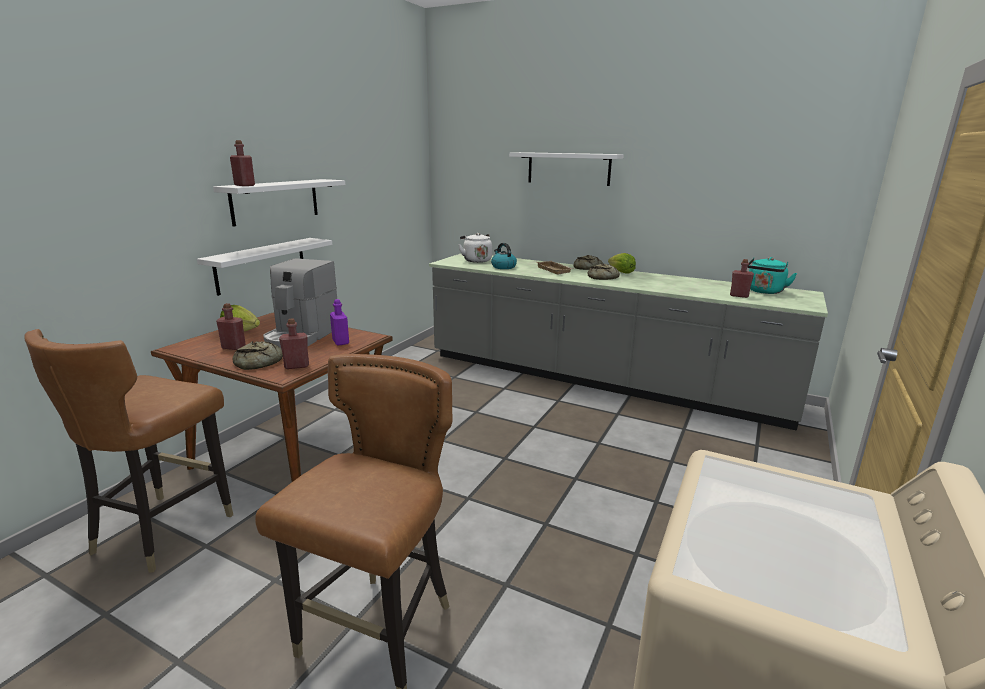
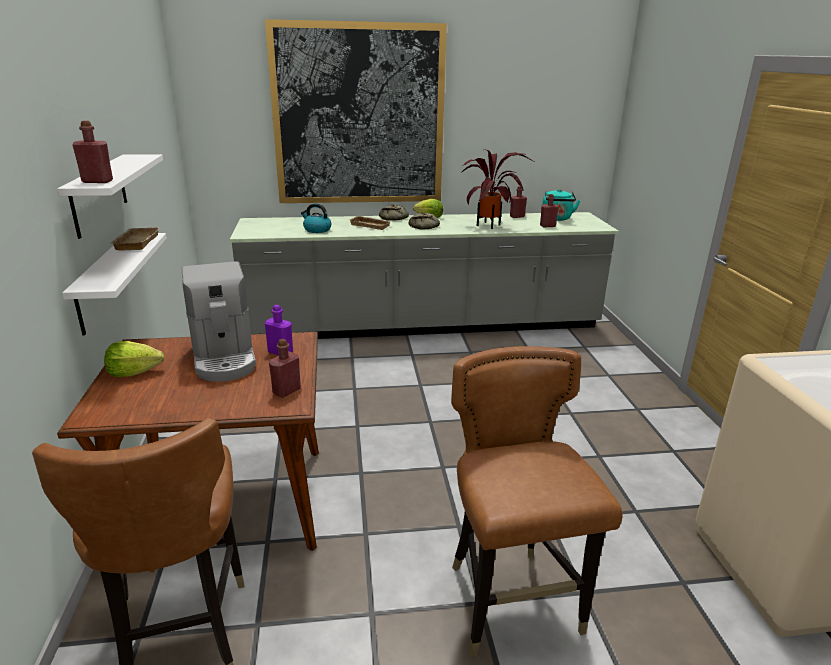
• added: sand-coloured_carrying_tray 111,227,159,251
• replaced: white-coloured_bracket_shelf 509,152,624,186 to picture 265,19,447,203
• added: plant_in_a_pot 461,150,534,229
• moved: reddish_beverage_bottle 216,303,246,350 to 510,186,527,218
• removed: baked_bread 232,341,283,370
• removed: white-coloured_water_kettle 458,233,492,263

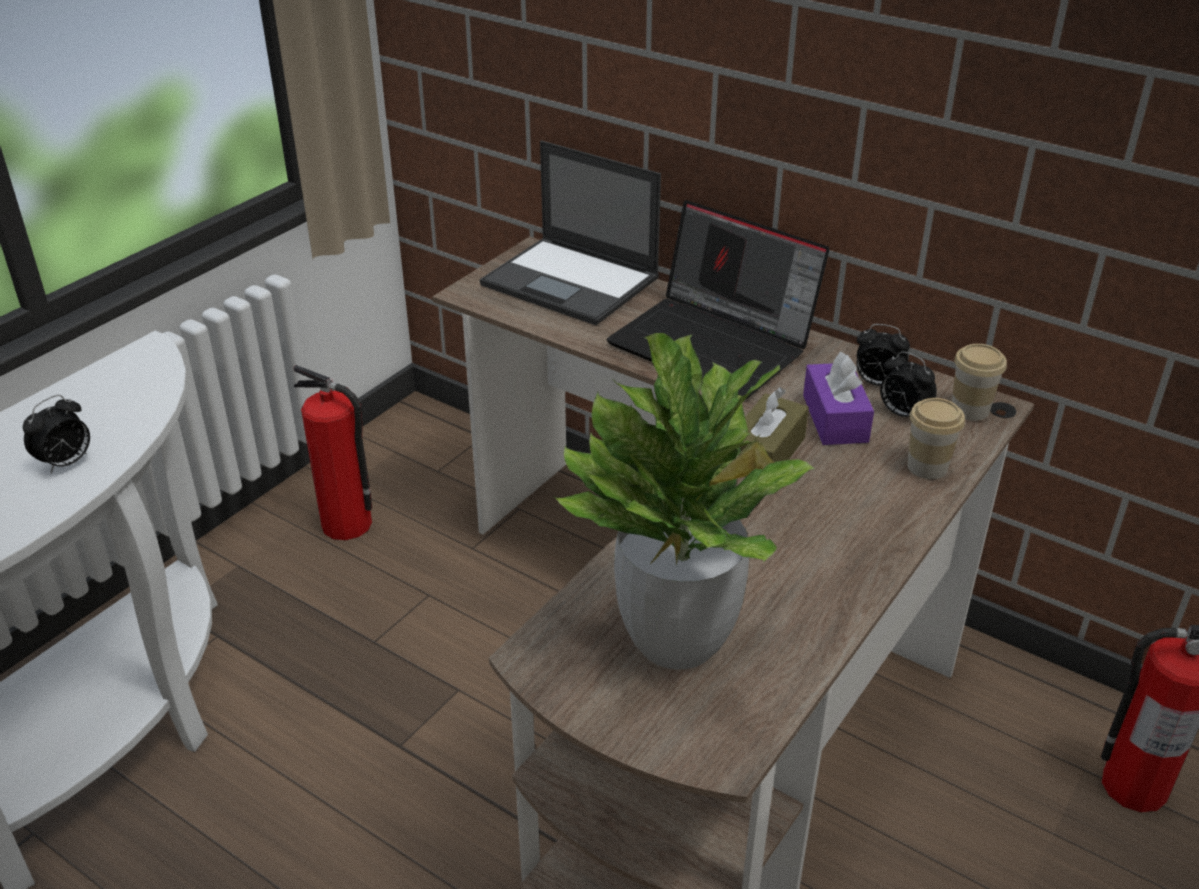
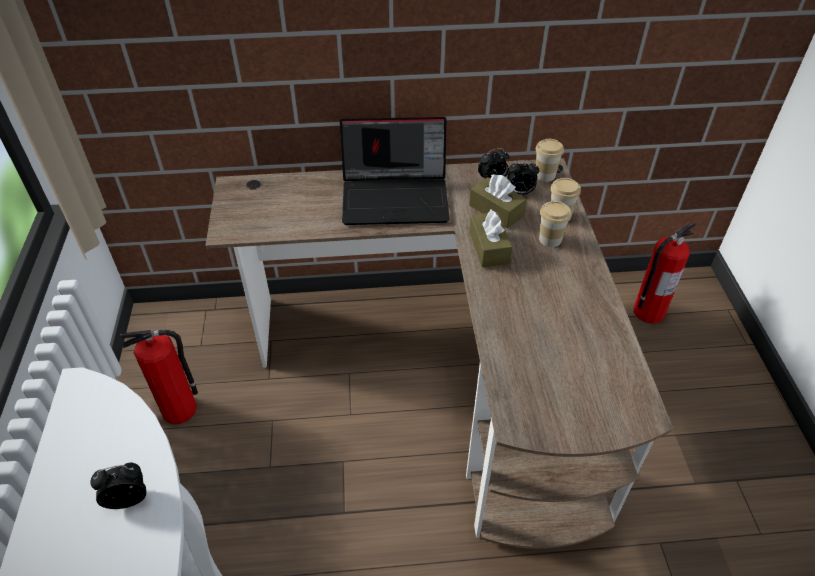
• turned: bedside_clock 23,395,90,474 = 90,463,146,509 105 degrees counterclockwise
• recoloured: purplish_tissue_box 803,352,874,445 to brownish_tissue_box 469,175,527,228
• added: cup 539,201,571,247
• removed: laptop 480,141,661,325
• removed: plant_in_a_pot 554,333,814,670

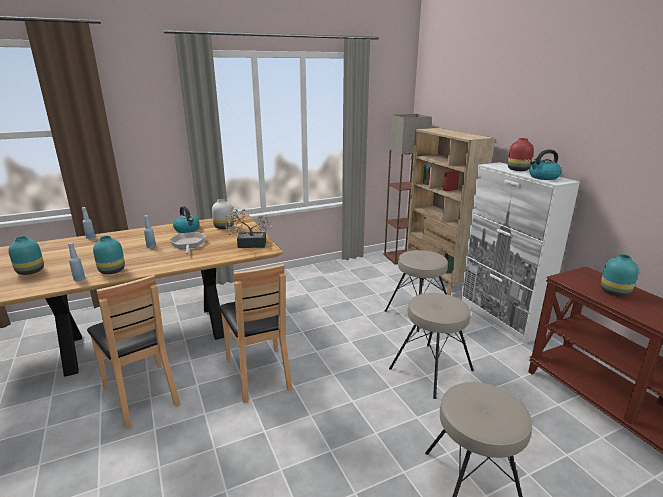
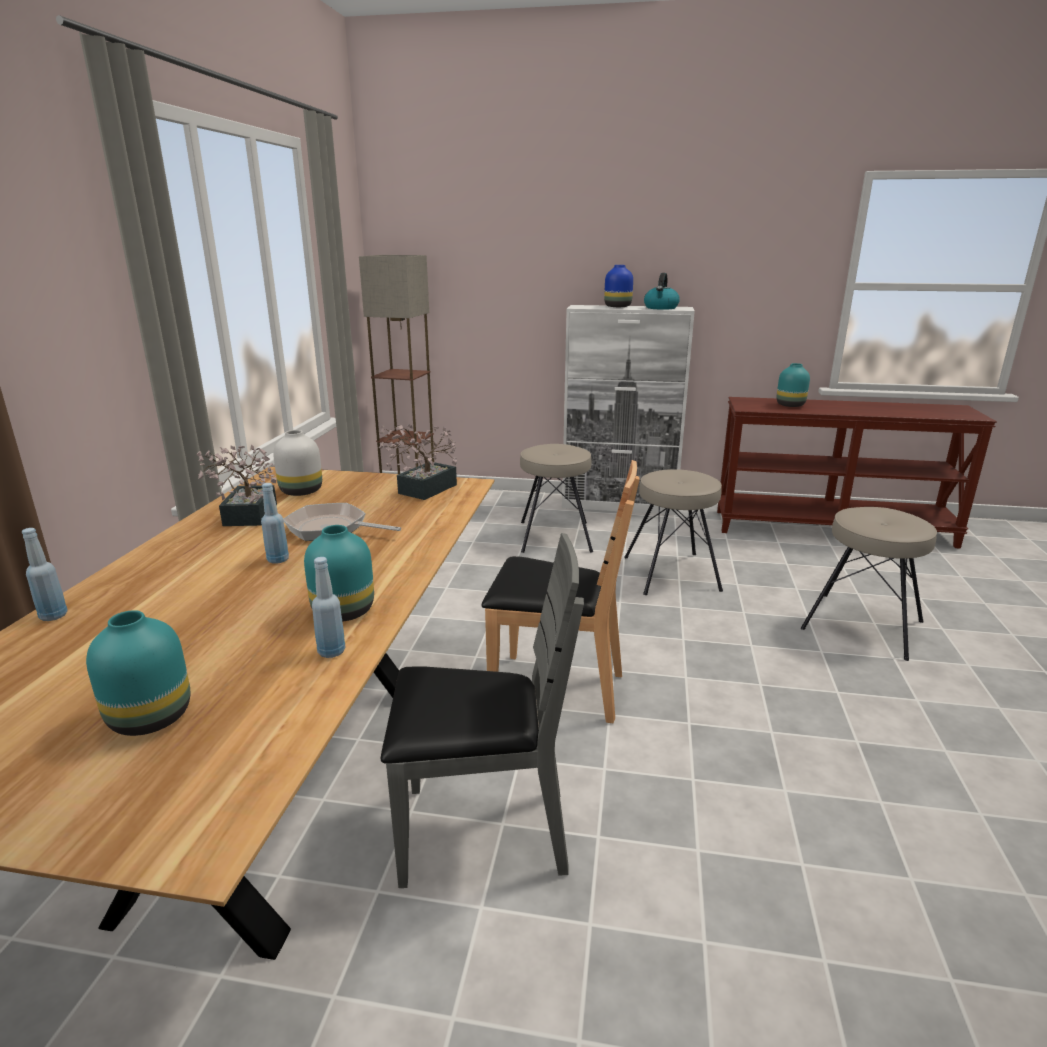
• replaced: water_kettle 173,206,200,233 to plant_in_a_pot 197,445,277,526
• recoloured: brownish_plain_chair 87,275,180,428 to greyish_plain_chair 381,533,584,888
• recoloured: reddish_vase 508,138,534,171 to blue-coloured_vase 604,265,633,307
• removed: sand-coloured_shelving_unit 407,128,495,295

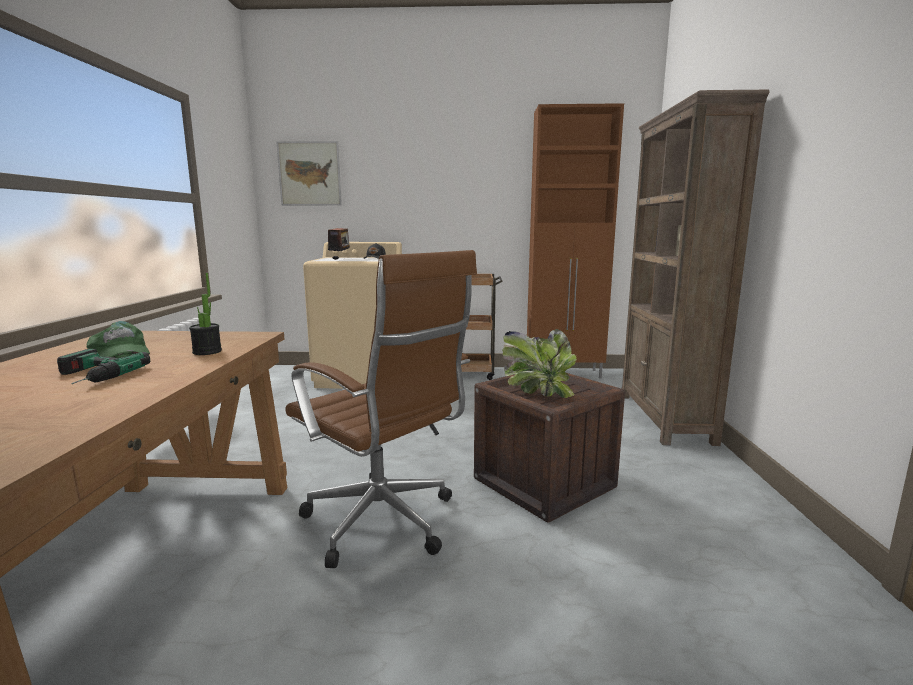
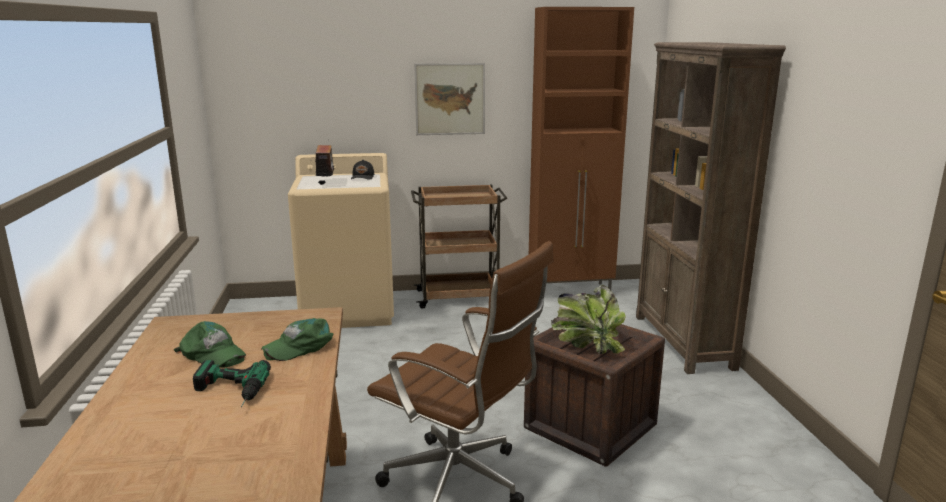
• replaced: plant_in_a_pot 189,273,222,355 to greenish_peaked_cap 261,318,333,361
• moved: picture 276,141,342,206 to 414,63,485,135

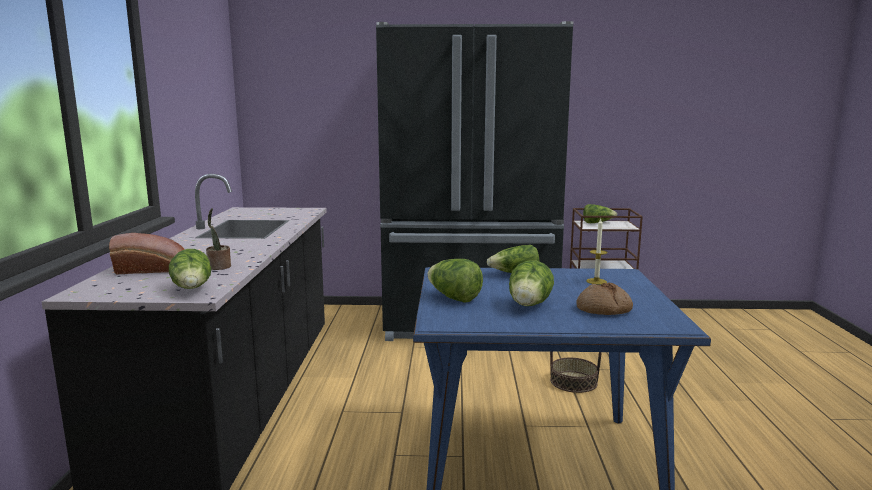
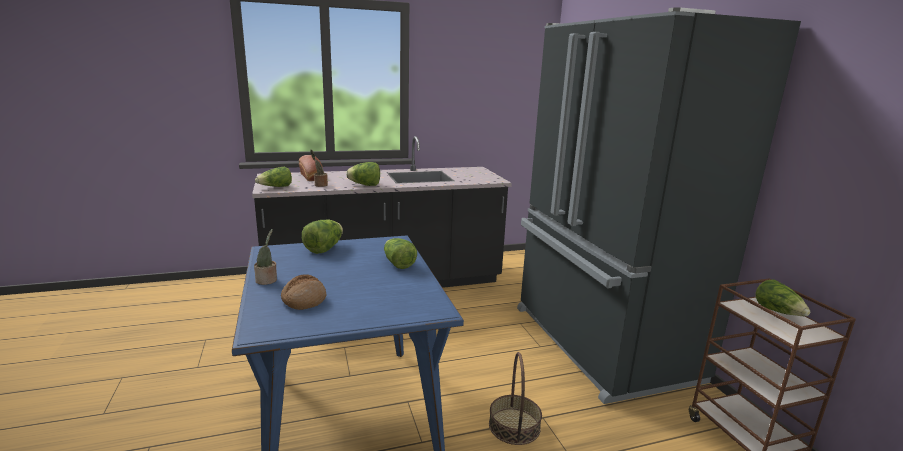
• added: plant_in_a_pot 254,229,277,285
• moved: lettuce_head 509,260,554,306 to 346,162,380,186
• removed: wax_light 587,219,607,285

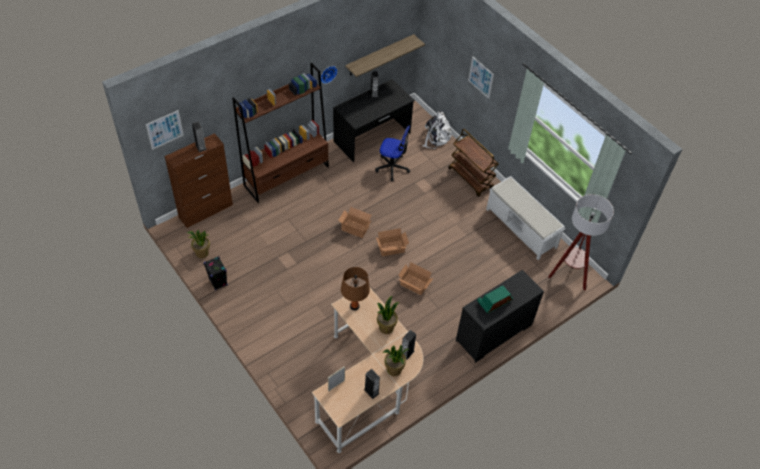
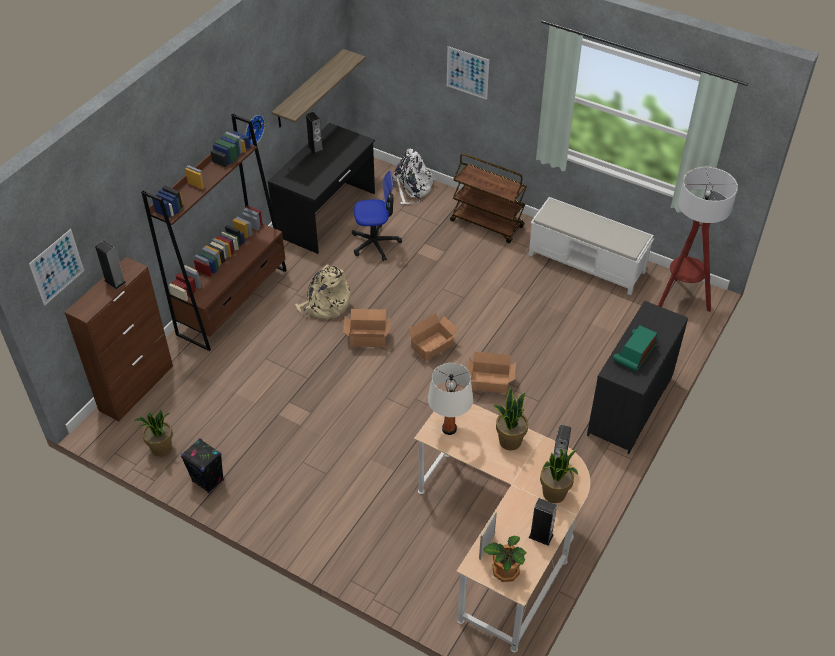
• added: sand-coloured_knapsack 295,264,350,320
• recoloured: brownish_table_lamp 341,267,370,310 to white-coloured_table_lamp 428,363,473,435
• added: plant_in_a_pot 483,536,526,582

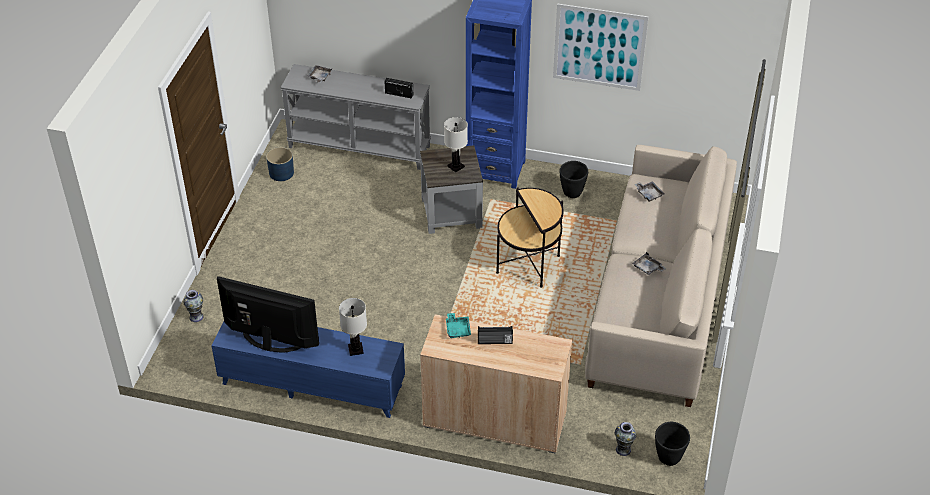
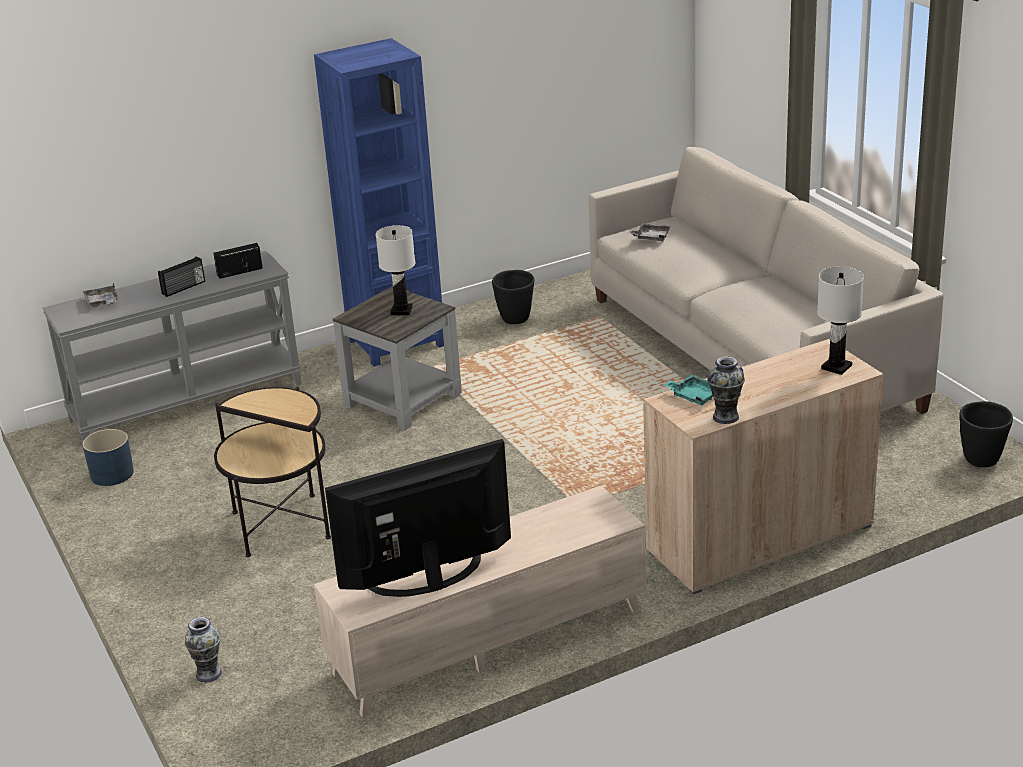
• moved: radio 478,326,513,344 to 158,256,205,297
• moved: side_table 496,187,564,288 to 214,387,331,557
• recoloured: blue-coloured_tv_unit 211,322,405,418 to sand-coloured_tv_unit 314,485,646,718
• moved: vase 615,422,636,456 to 707,357,745,424
• moved: white-coloured_table_lamp 339,298,367,356 to 817,266,864,375
• removed: picture 553,4,649,91
• removed: greyish_carrying_tray 632,252,666,275

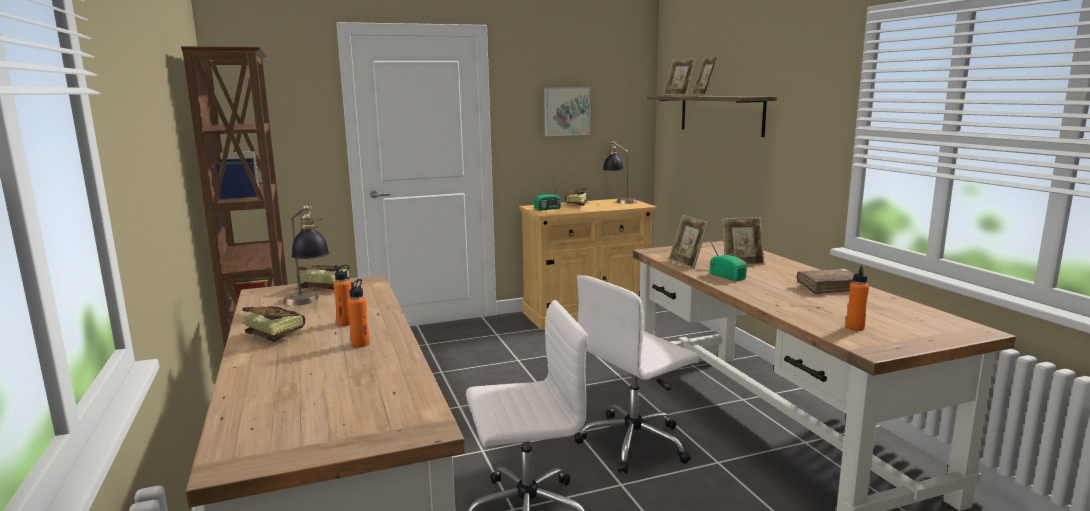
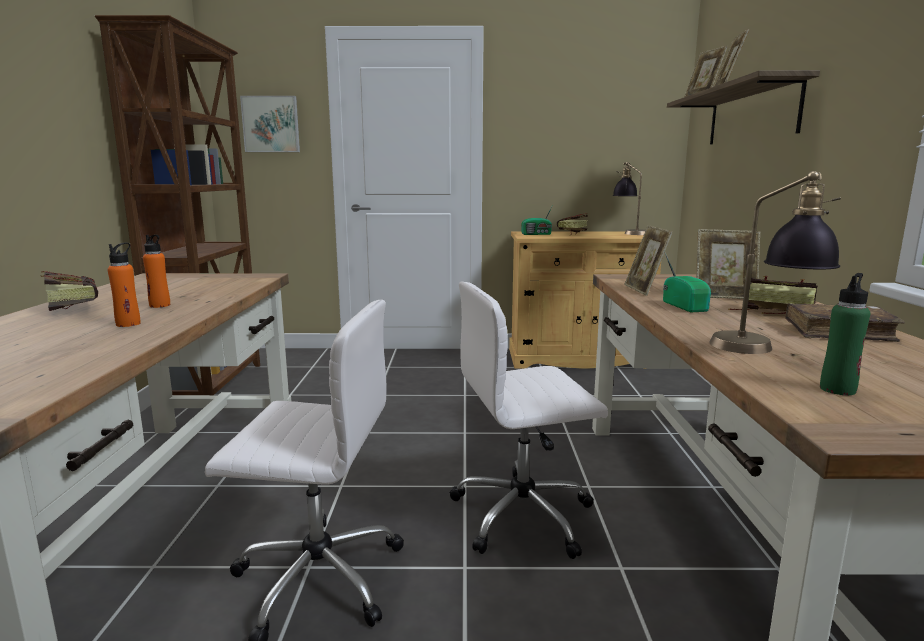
• moved: picture 544,87,590,136 to 240,96,300,152
• moved: table_lamp 283,205,330,305 to 710,171,841,354
• moved: volume 295,265,350,290 to 728,276,818,314
• recoloured: orange_beverage_bottle 846,265,869,331 to greenish_beverage_bottle 820,273,870,395

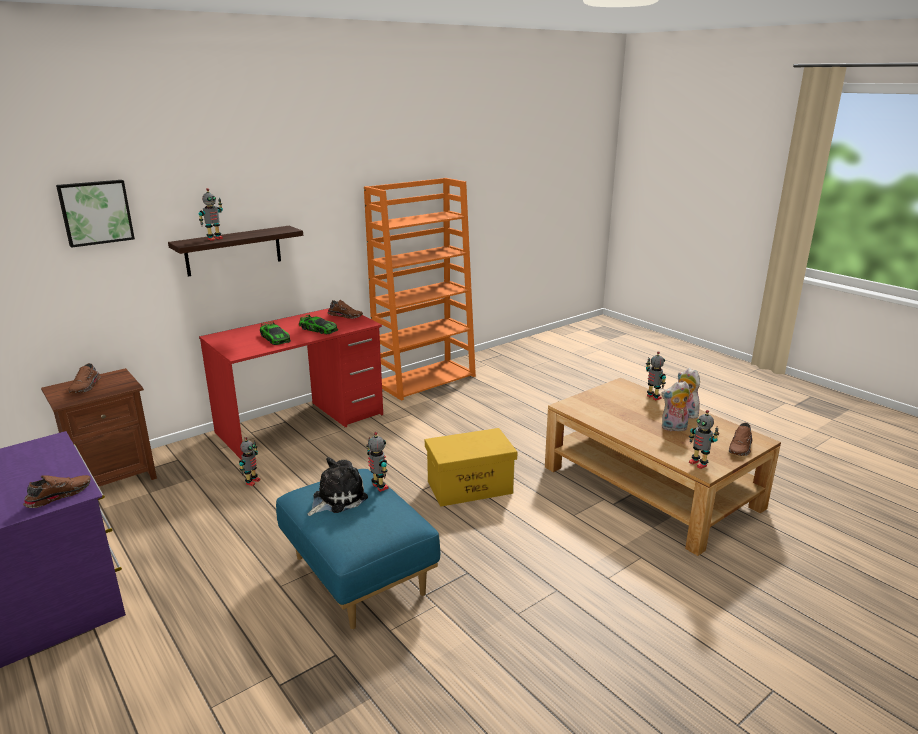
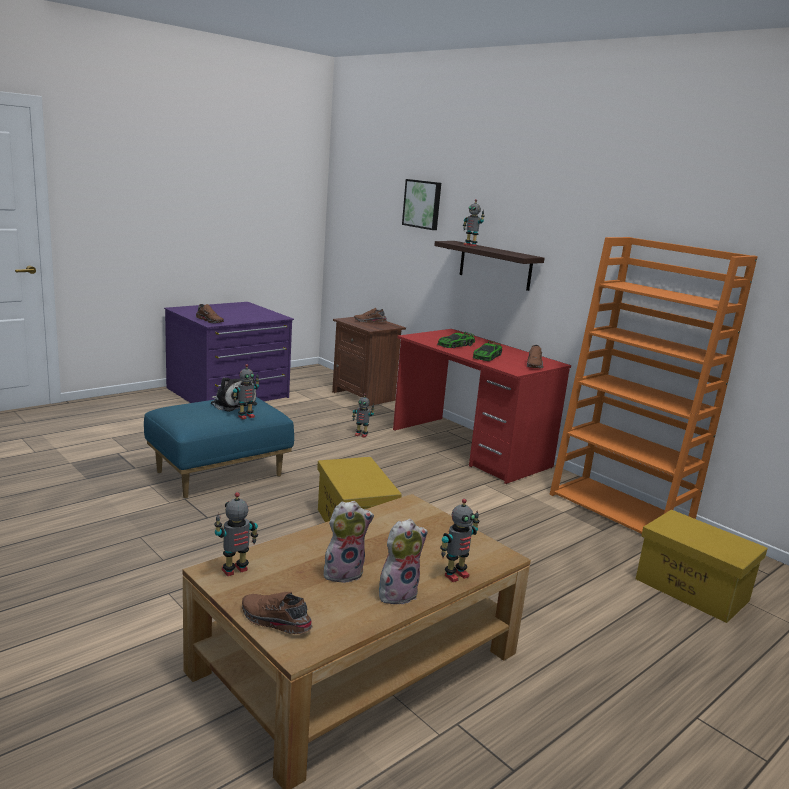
• turned: plush_toy 661,381,690,431 = 324,501,374,583 75 degrees clockwise
• added: yellowish_storage_box 636,510,768,623

